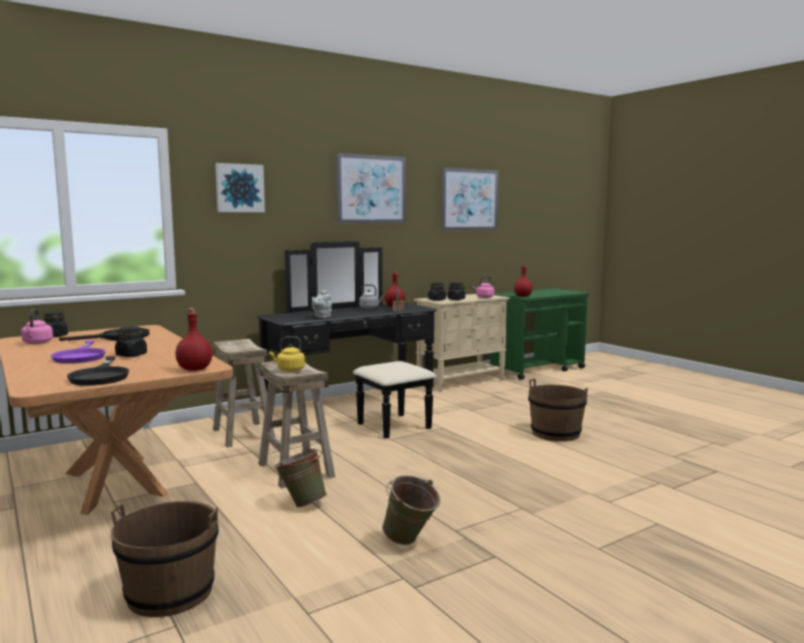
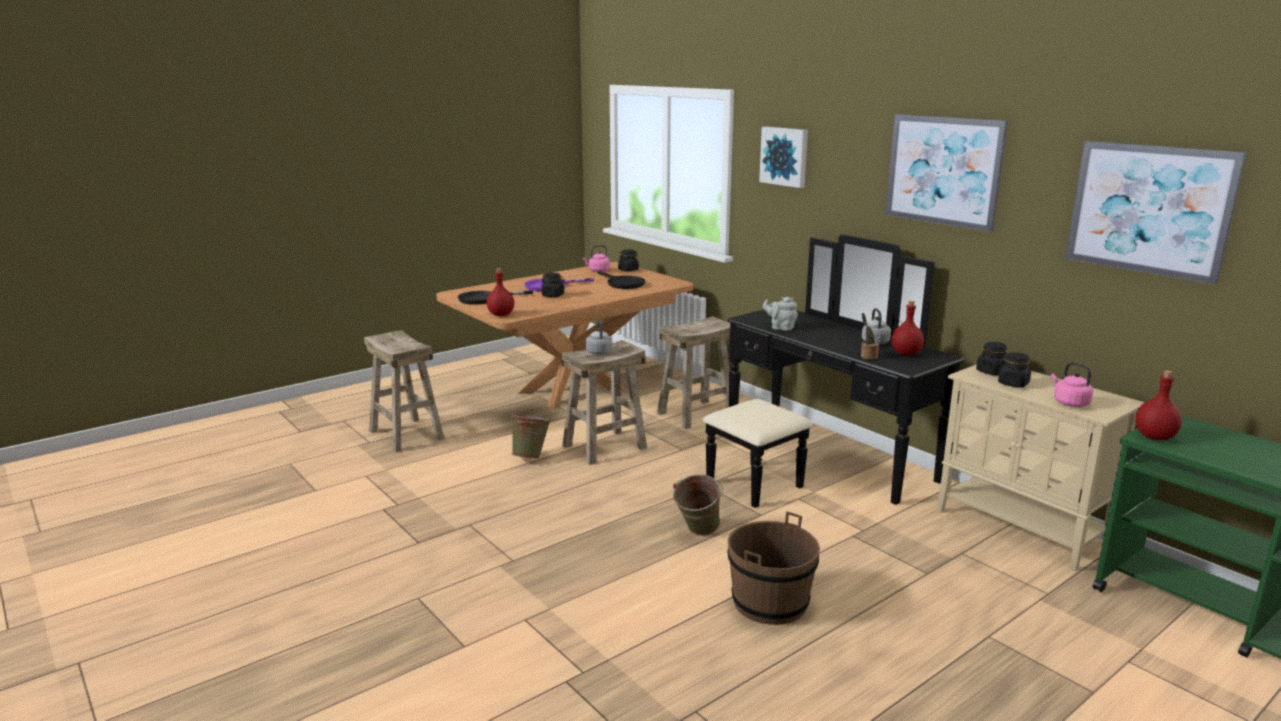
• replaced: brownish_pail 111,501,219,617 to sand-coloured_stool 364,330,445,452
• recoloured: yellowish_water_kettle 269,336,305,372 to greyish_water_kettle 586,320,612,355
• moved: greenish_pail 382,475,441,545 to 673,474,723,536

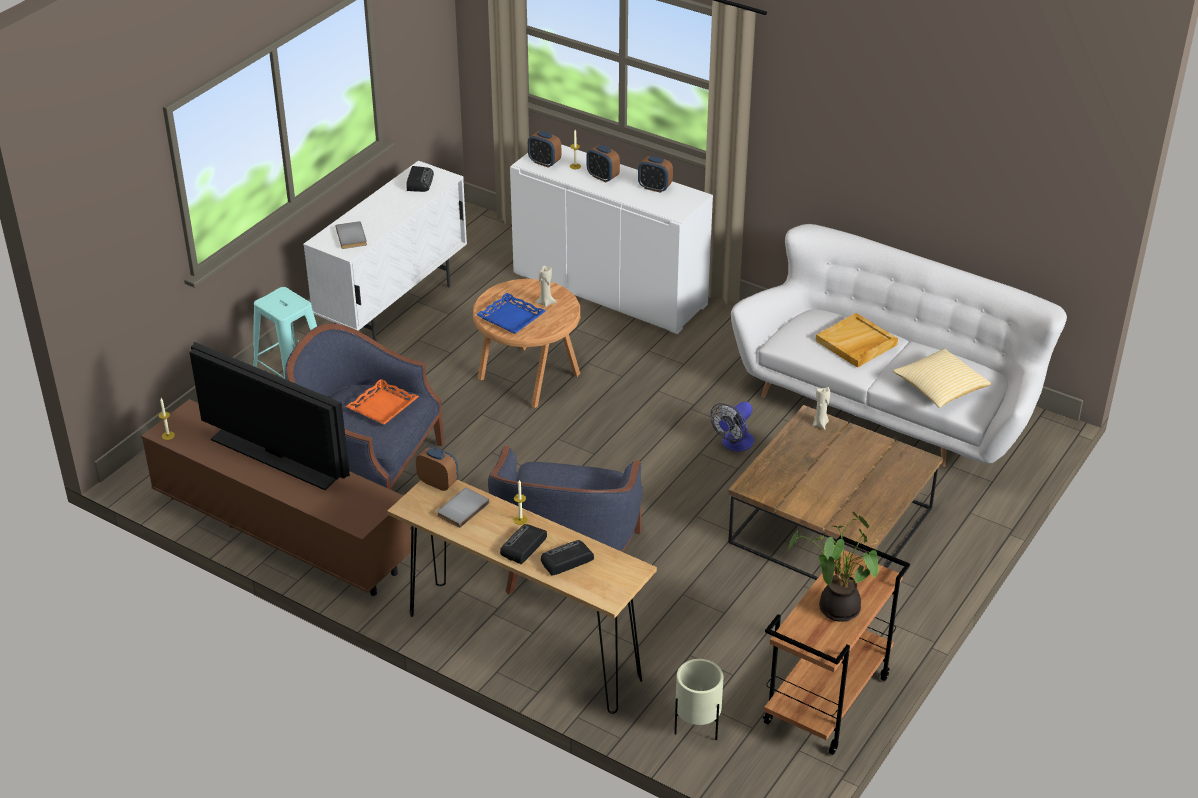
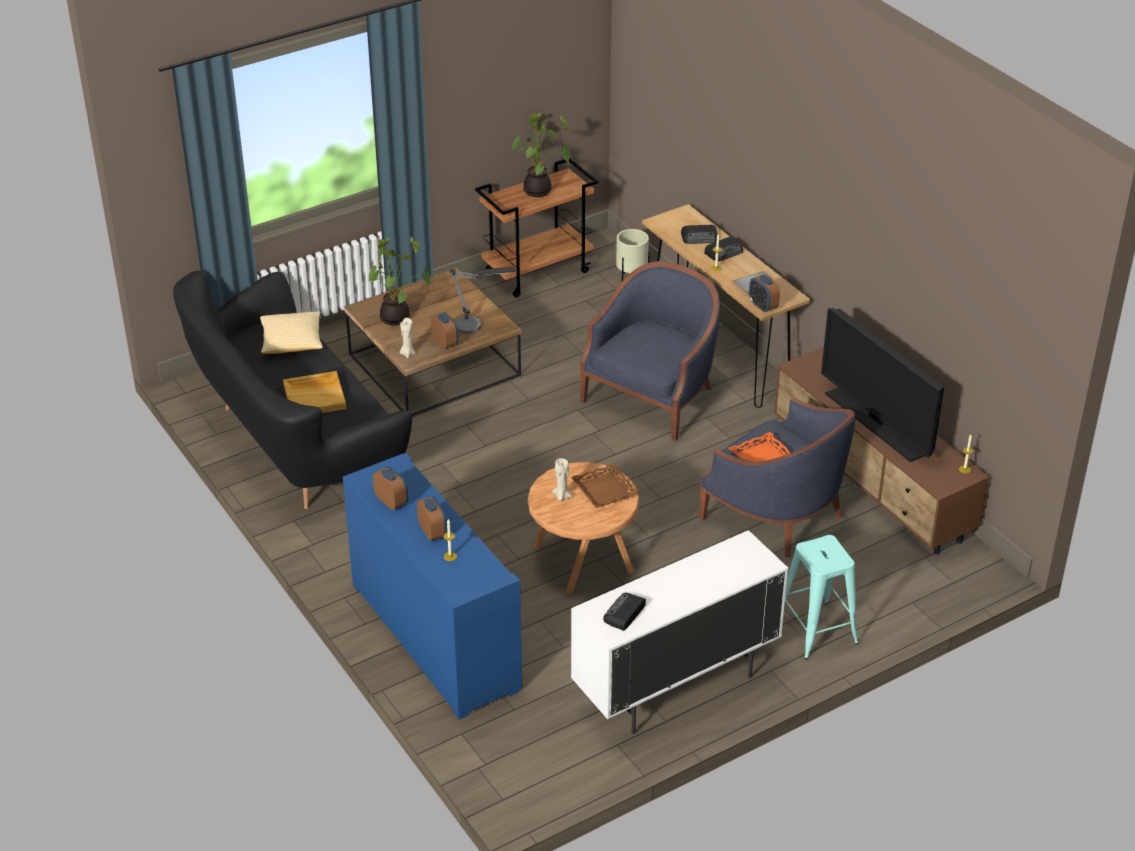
• recoloured: white-coloured_settee 731,224,1067,467 to blackish_settee 173,271,412,509
• recoloured: white-coloured_cupboard 510,144,713,334 to blue-coloured_cupboard 343,453,522,719
• added: plant_in_a_pot 369,237,430,325
• moved: bedside_clock 528,131,561,168 to 431,312,458,349
• added: table_lamp 449,267,516,334
• recoloured: blue-coloured_carrying_tray 476,293,546,334 to brownish_carrying_tray 571,463,638,508
• removed: greyish_volume 336,221,367,249
• removed: fan 711,402,754,452

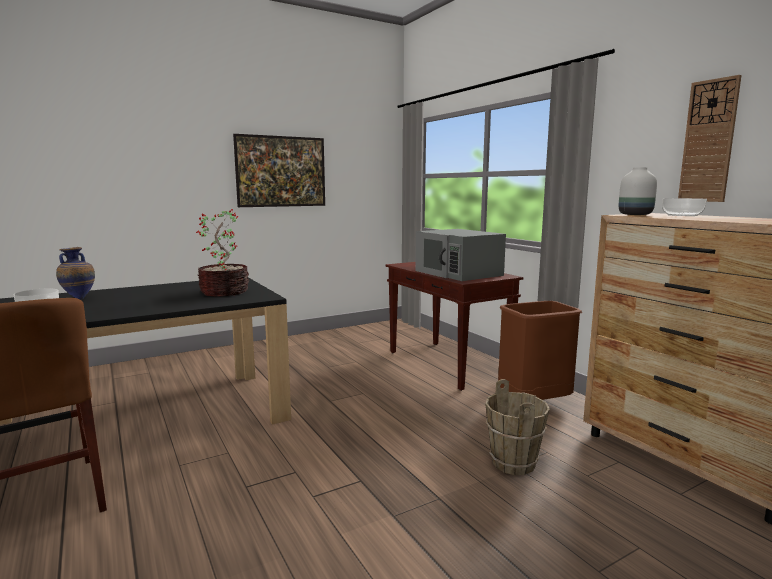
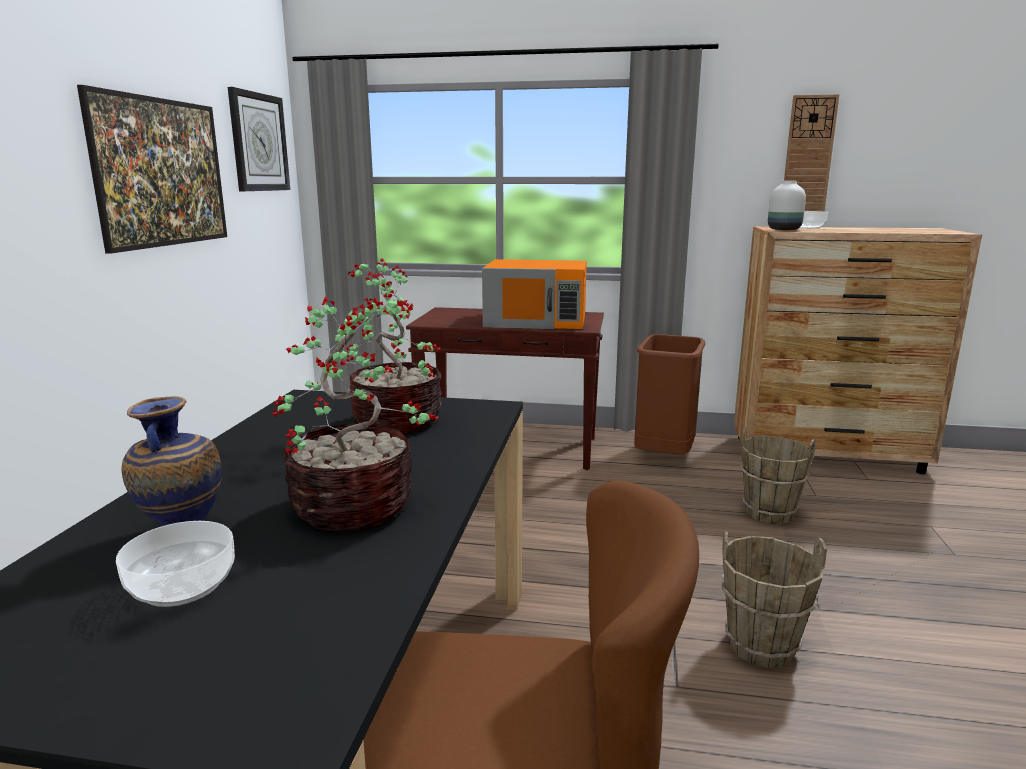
• added: wall_clock 228,87,290,191
• added: plant_in_a_pot 272,297,439,531
• recoloured: greyish_kitchen_microwave 415,229,506,281 to orange_kitchen_microwave 482,259,587,329
• added: brownish_pail 721,531,827,668

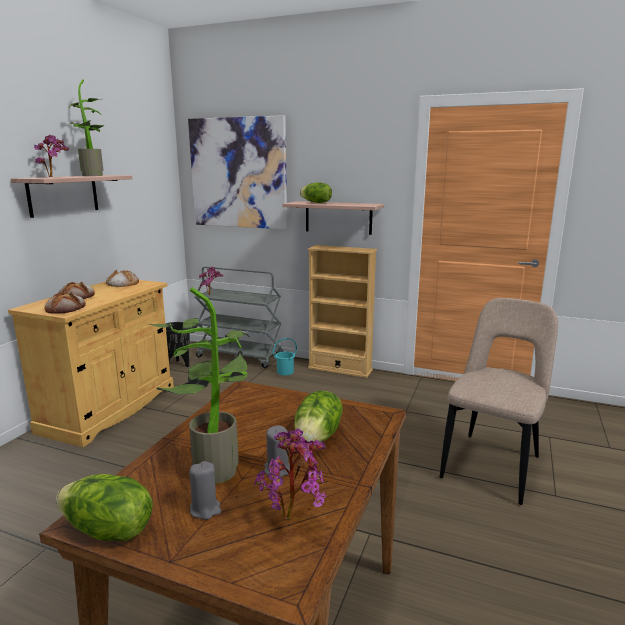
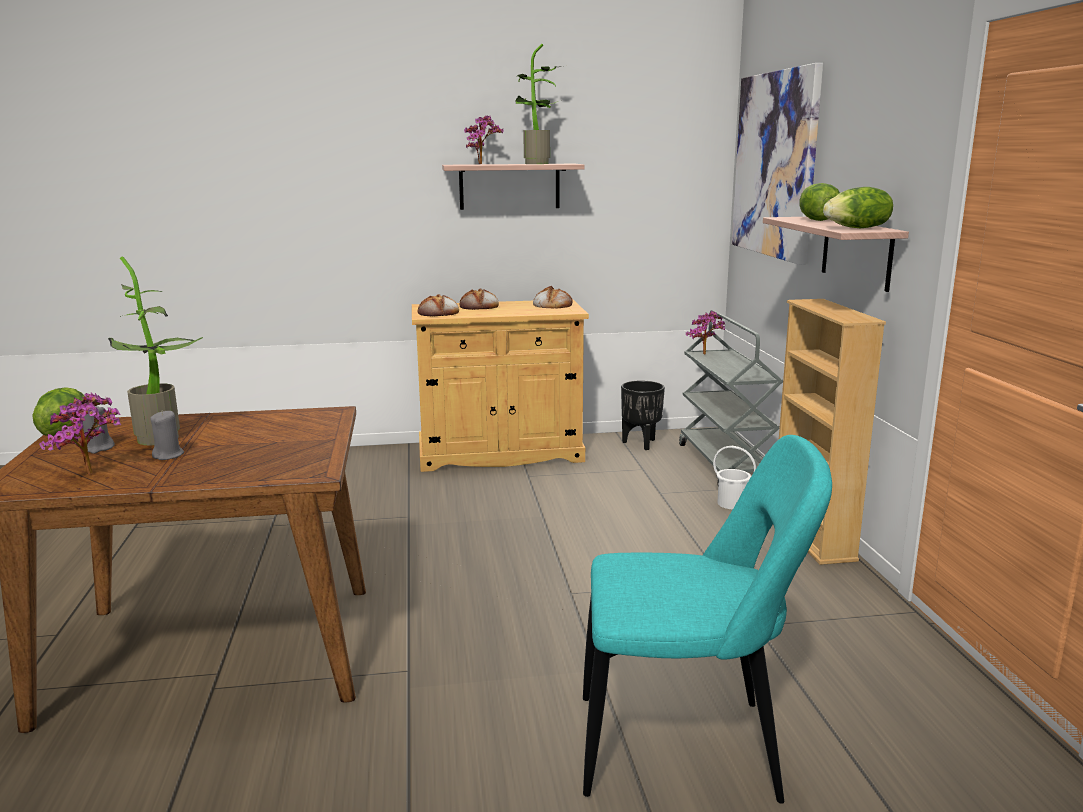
• recoloured: sand-coloured_plain_chair 440,298,558,505 to turquoise_plain_chair 583,435,832,804
• recoloured: turquoise_pail 273,338,297,375 to white-coloured_pail 713,446,756,510
• moved: lettuce_head 294,390,343,442 to 823,187,893,228

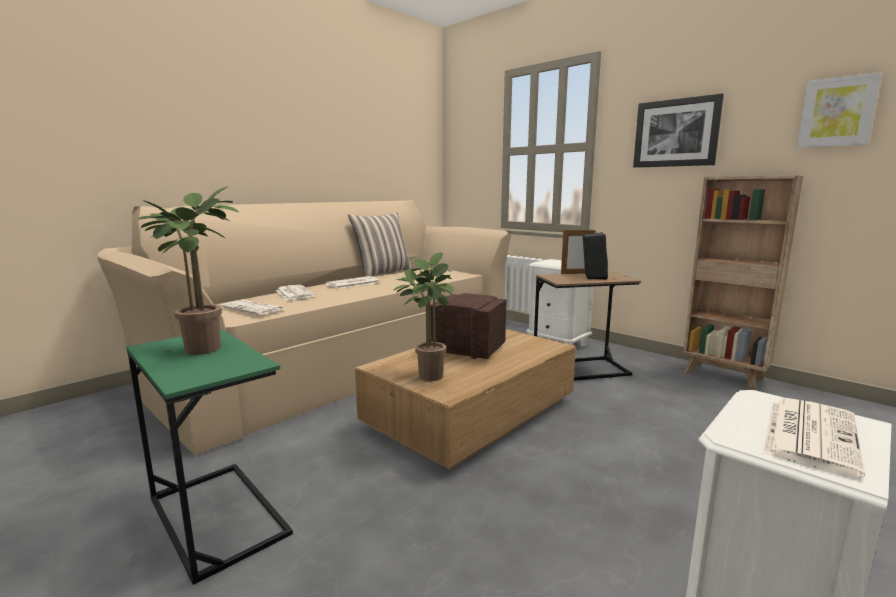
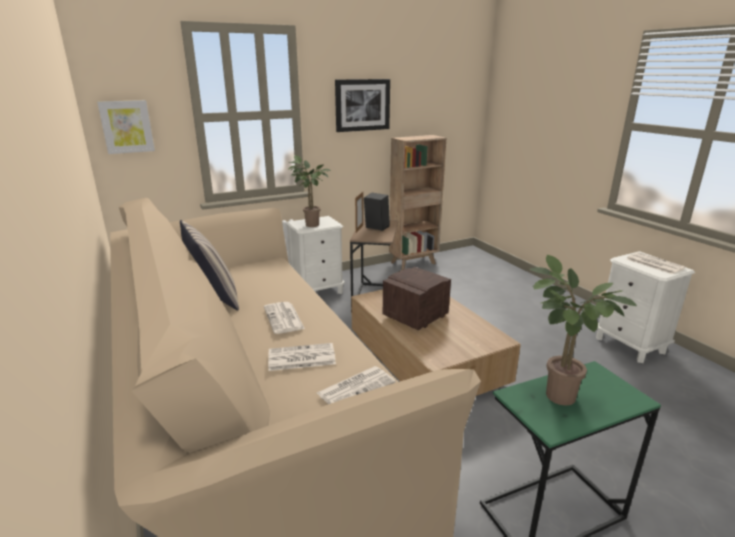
• moved: picture 797,72,882,148 to 97,100,155,154
• moved: plant_in_a_pot 393,252,454,381 to 288,155,331,227

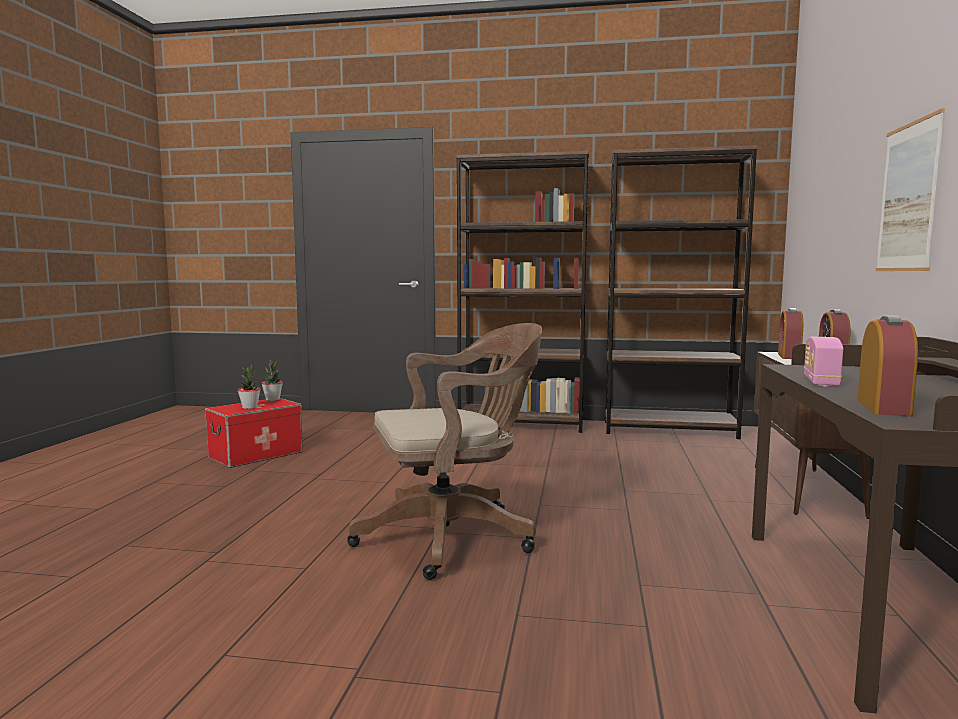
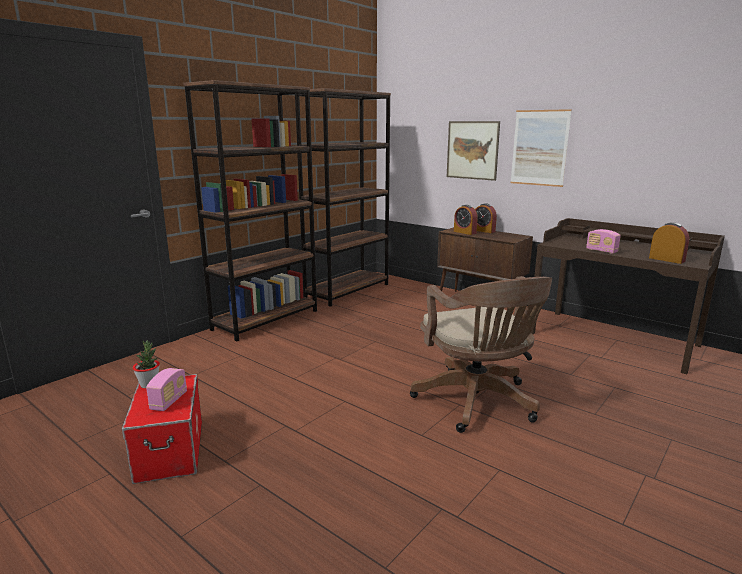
• replaced: plant_in_a_pot 237,364,261,409 to radio 146,368,187,411
• turned: brownish_desk_chair 347,323,542,580 = 410,276,552,433 150 degrees clockwise
• added: picture 447,121,500,181

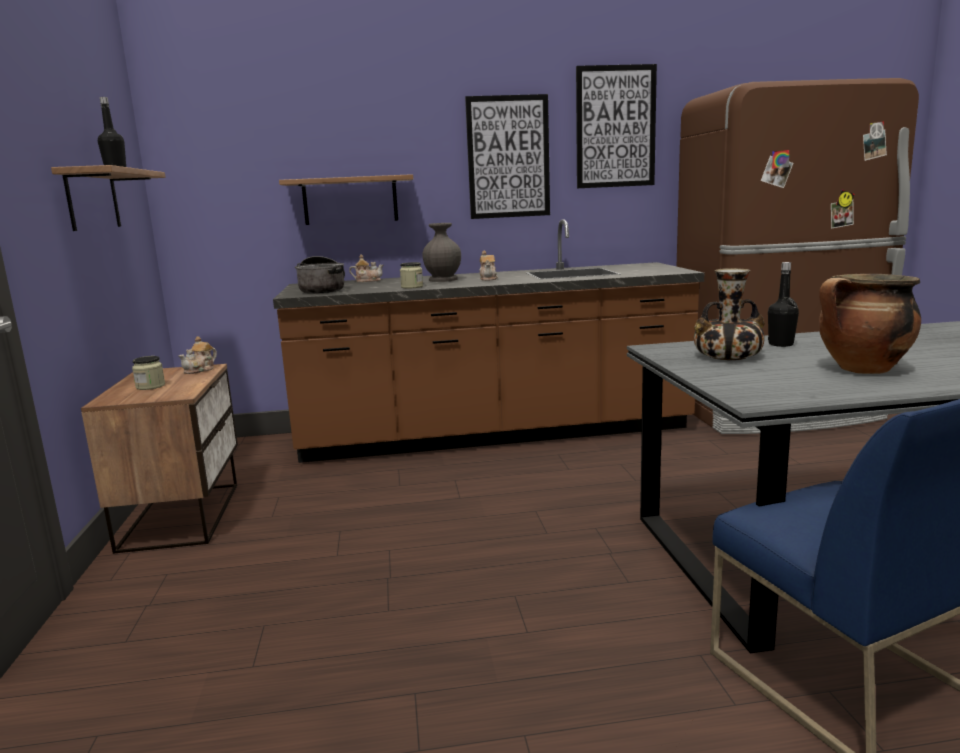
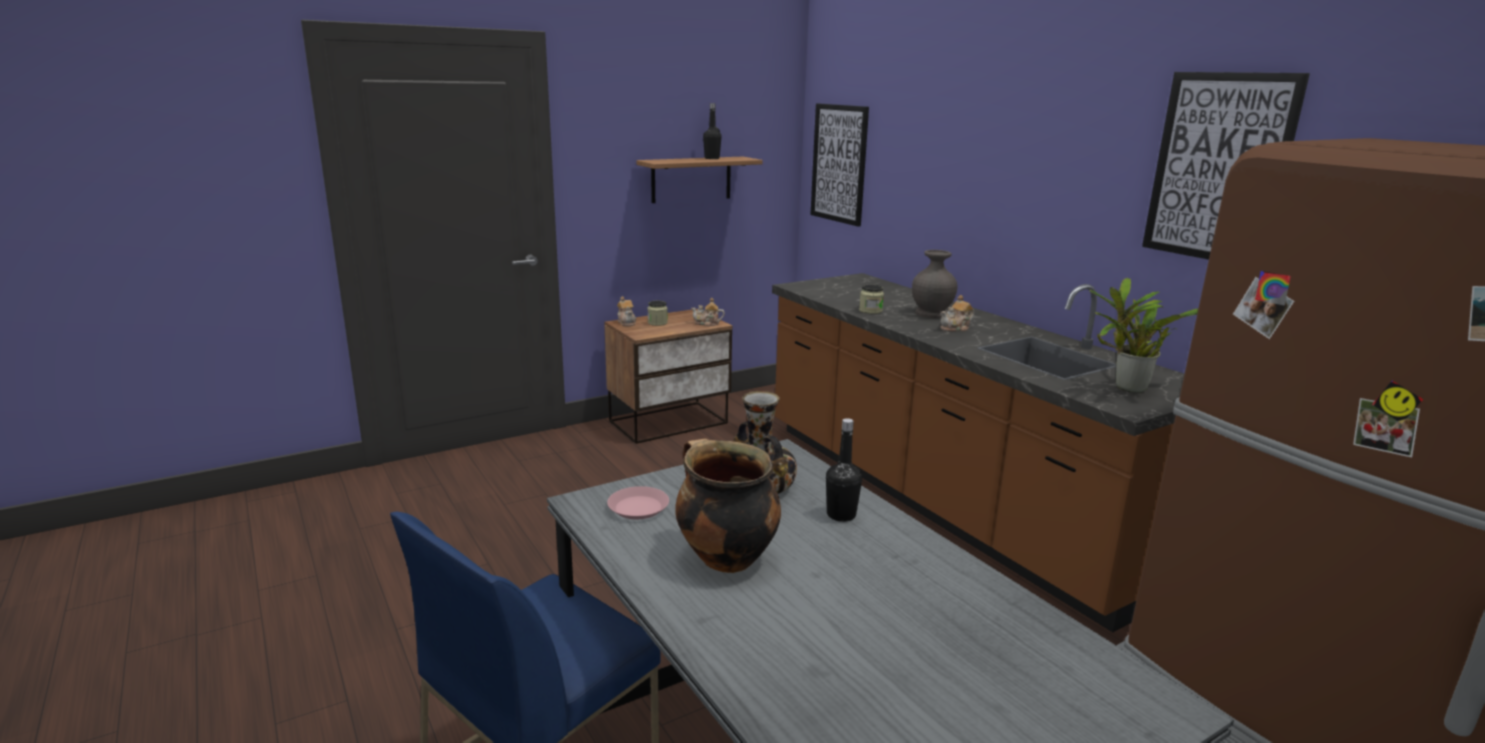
• added: pink_plate 607,486,669,519
• moved: pot_for_tea 349,254,384,282 to 617,296,636,326
• moved: picture 465,94,550,219 to 810,103,869,227
• added: plant_in_a_pot 1089,278,1198,393
• removed: bracket_shelf 279,174,413,225
• removed: saucepot 295,256,345,294

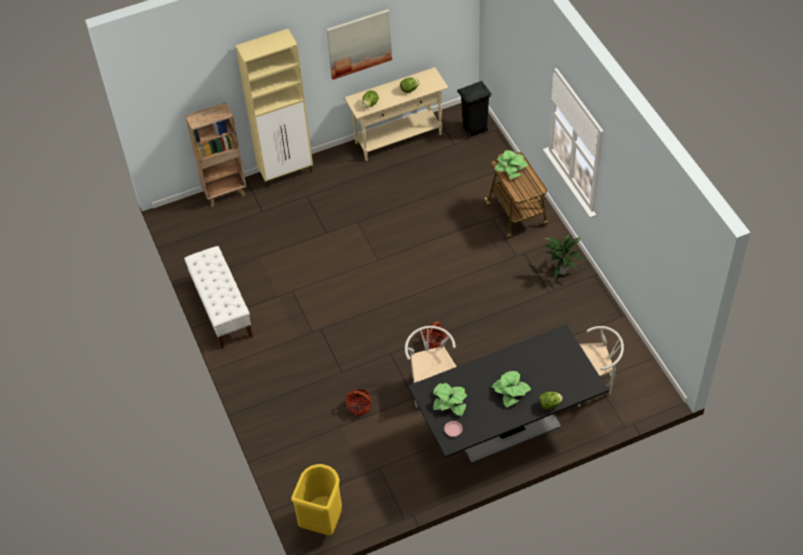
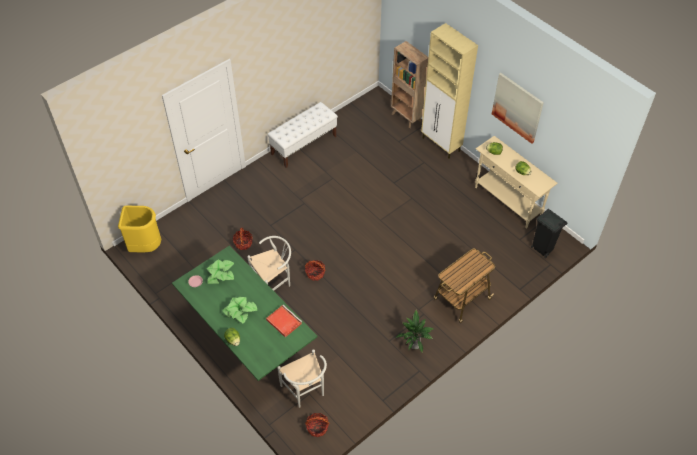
• recoloured: blackish_dining_table 408,324,609,463 to greenish_dining_table 172,245,317,381
• added: reddish_carrying_tray 266,305,302,337
• added: storage_basket 305,413,329,437
• removed: plant_in_a_pot 494,150,528,179

